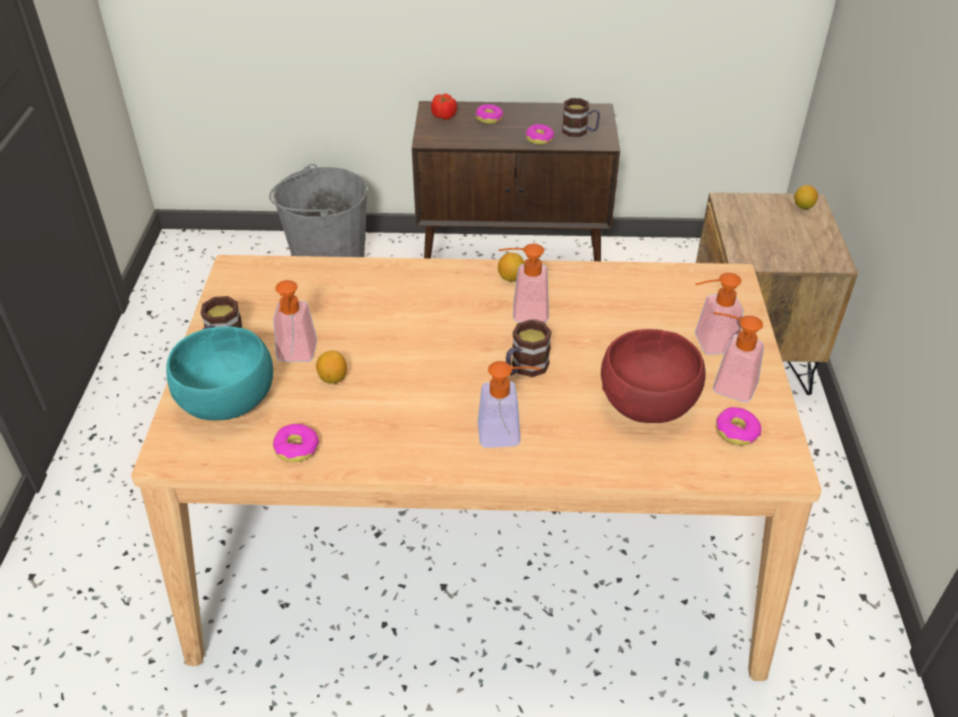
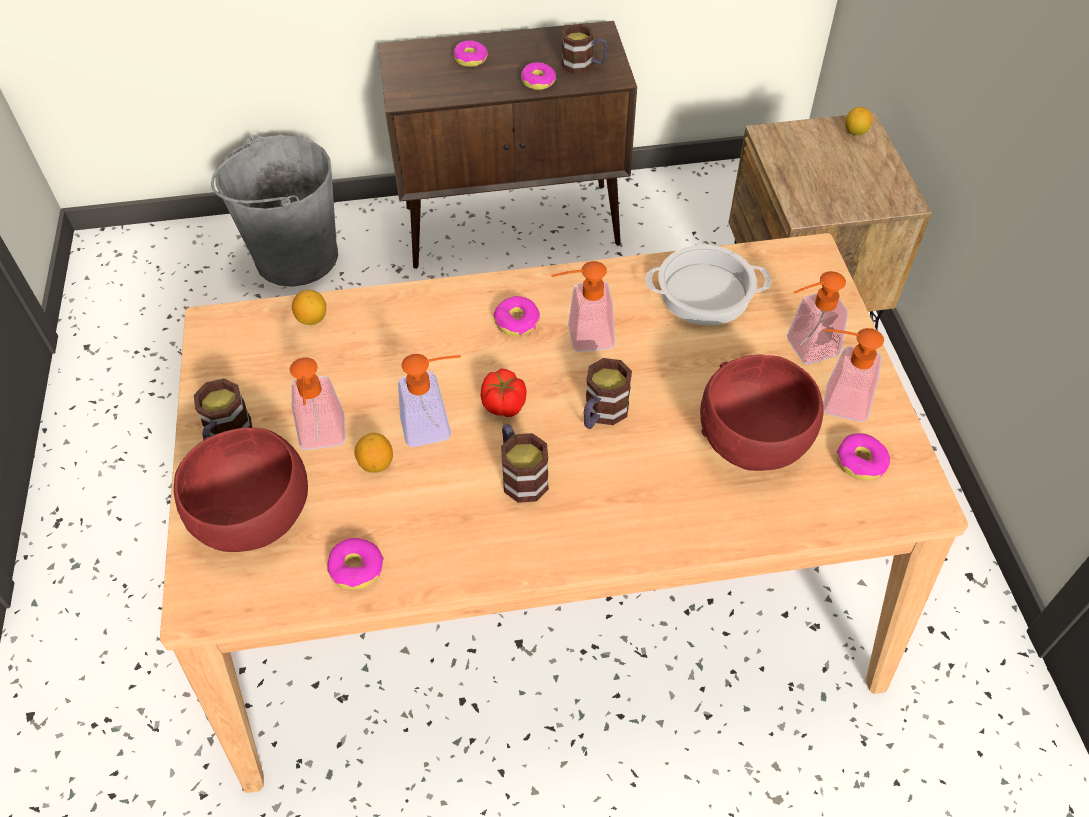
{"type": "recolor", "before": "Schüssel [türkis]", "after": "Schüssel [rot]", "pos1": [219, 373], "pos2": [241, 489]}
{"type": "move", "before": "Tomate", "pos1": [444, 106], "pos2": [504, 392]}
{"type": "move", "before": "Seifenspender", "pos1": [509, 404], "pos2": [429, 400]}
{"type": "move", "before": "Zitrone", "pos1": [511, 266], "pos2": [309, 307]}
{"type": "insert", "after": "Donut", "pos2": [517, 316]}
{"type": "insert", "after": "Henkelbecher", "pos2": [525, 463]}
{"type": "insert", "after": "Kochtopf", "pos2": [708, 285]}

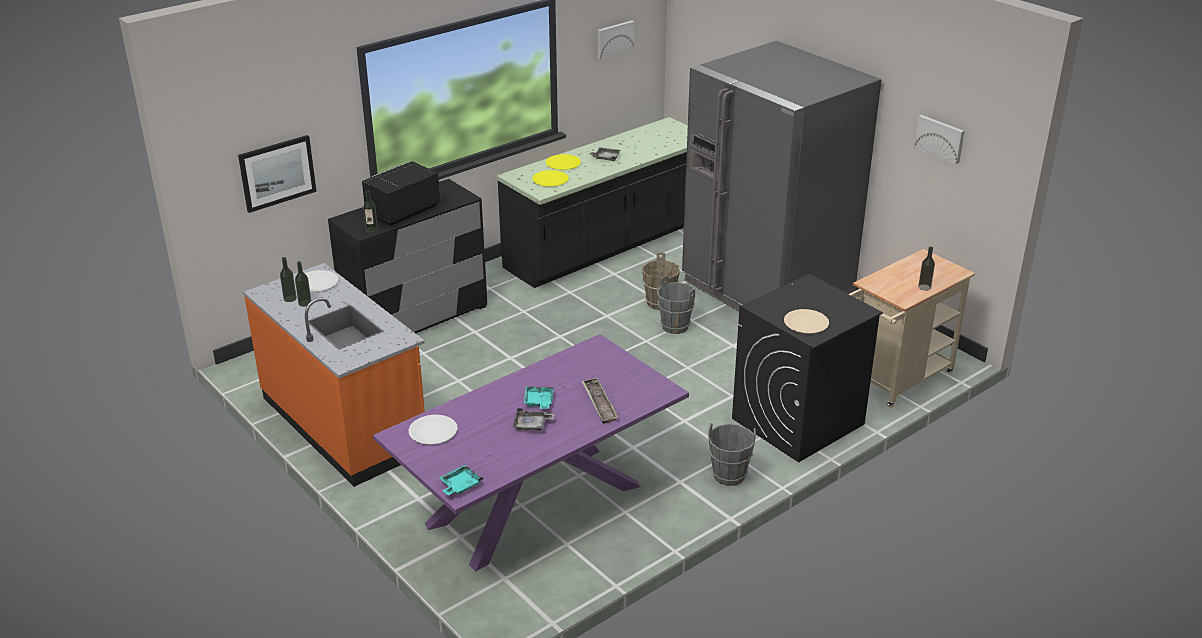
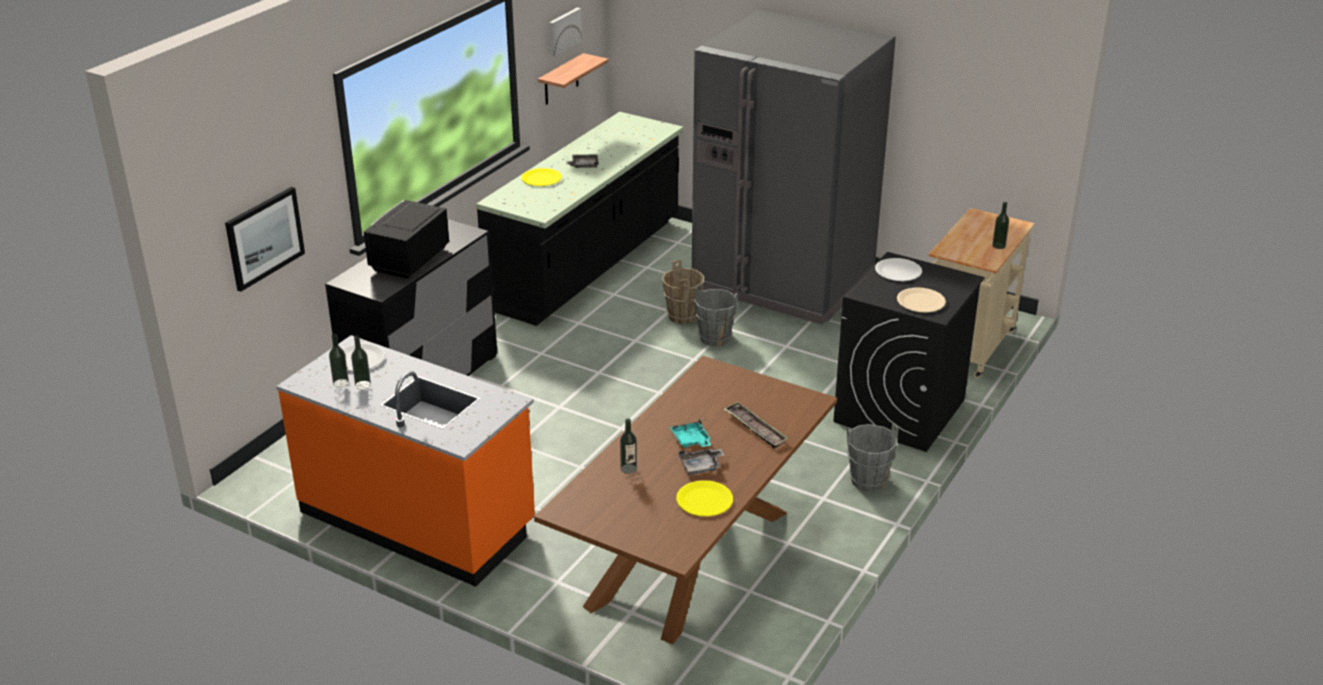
{"type": "move", "before": "Flasche", "pos1": [370, 211], "pos2": [628, 446]}
{"type": "recolor", "before": "Esstisch [lila]", "after": "Esstisch [braun]", "pos1": [531, 452], "pos2": [685, 500]}
{"type": "move", "before": "Teller [weiß]", "pos1": [433, 430], "pos2": [898, 269]}
{"type": "delete", "before": "Tablett [türkis]", "pos1": [461, 480]}
{"type": "move", "before": "Teller [gelb]", "pos1": [550, 178], "pos2": [704, 498]}
{"type": "delete", "before": "Bild", "pos1": [939, 139]}
{"type": "insert", "after": "Wandregal", "pos2": [573, 79]}

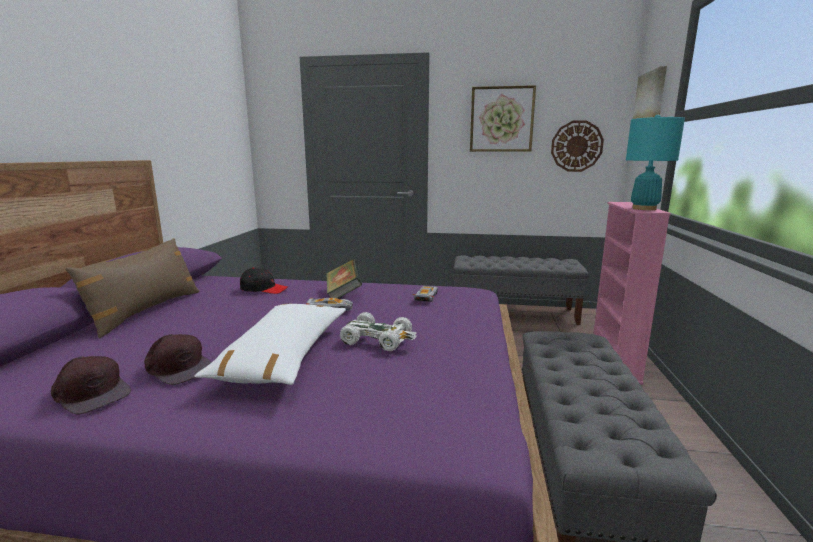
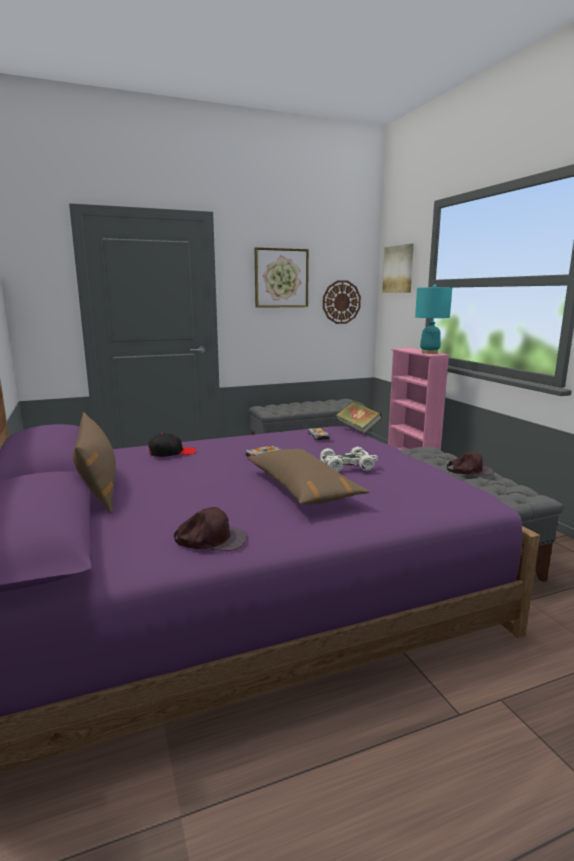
{"type": "move", "before": "Kappe [braun]", "pos1": [178, 359], "pos2": [470, 463]}
{"type": "recolor", "before": "Kissen [weiß]", "after": "Kissen [braun]", "pos1": [270, 344], "pos2": [308, 477]}
{"type": "move", "before": "Buch", "pos1": [344, 279], "pos2": [359, 417]}

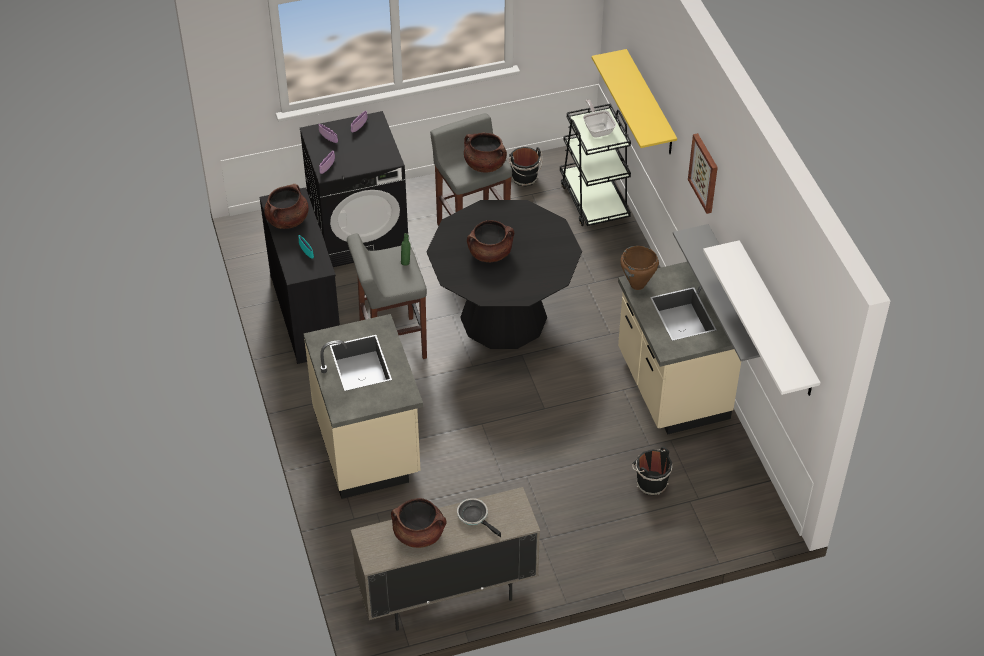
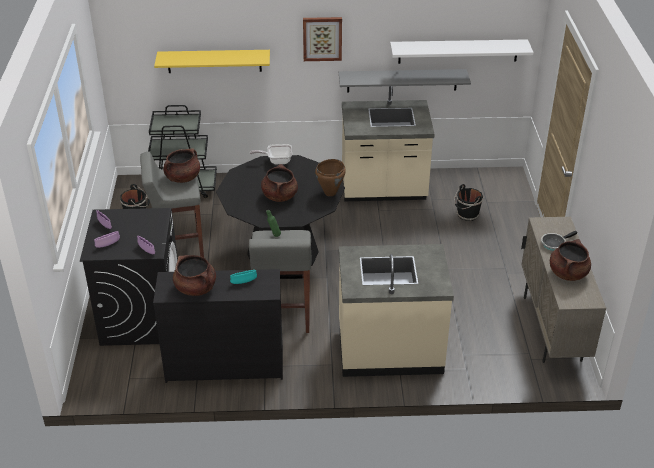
{"type": "move", "before": "Pfanne", "pos1": [599, 118], "pos2": [271, 154]}
{"type": "move", "before": "Kochtopf [braun]", "pos1": [639, 268], "pos2": [330, 177]}

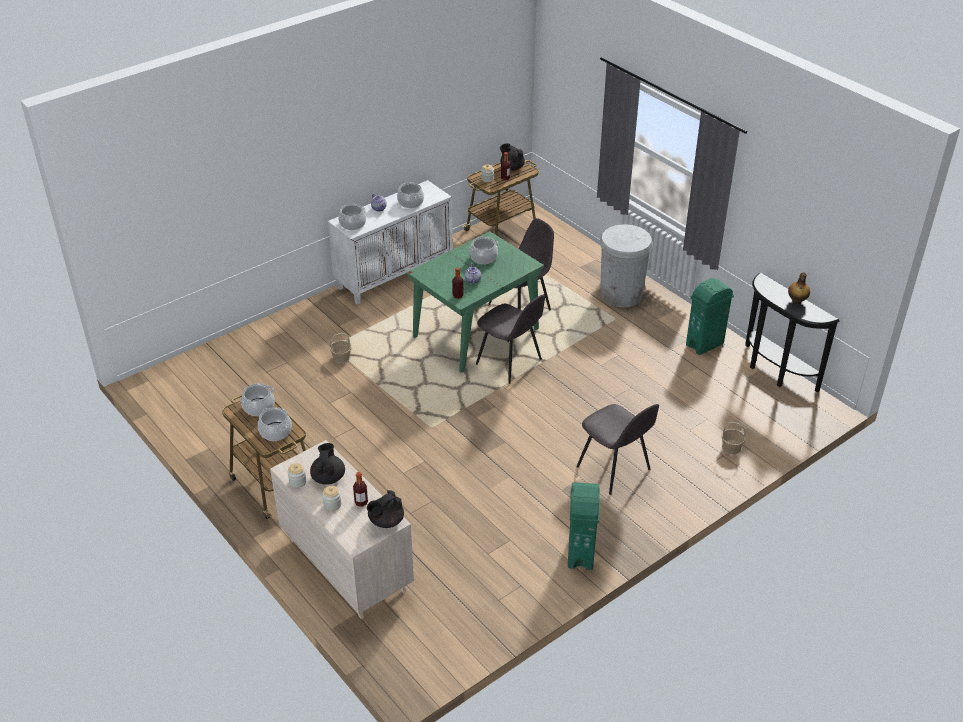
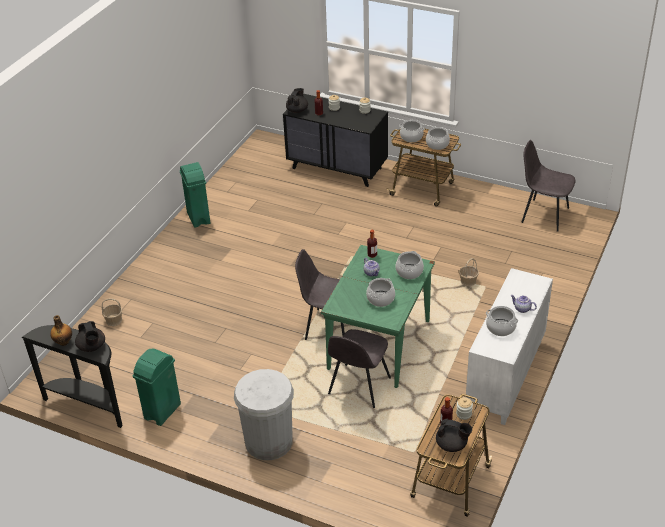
{"type": "recolor", "before": "Kommode [beige]", "after": "Kommode [schwarz]", "pos1": [342, 529], "pos2": [335, 140]}
{"type": "move", "before": "Teekanne [schwarz]", "pos1": [327, 464], "pos2": [90, 336]}
{"type": "move", "before": "Kochtopf", "pos1": [352, 217], "pos2": [410, 265]}
{"type": "move", "before": "Stuhl [grau]", "pos1": [617, 449], "pos2": [548, 186]}

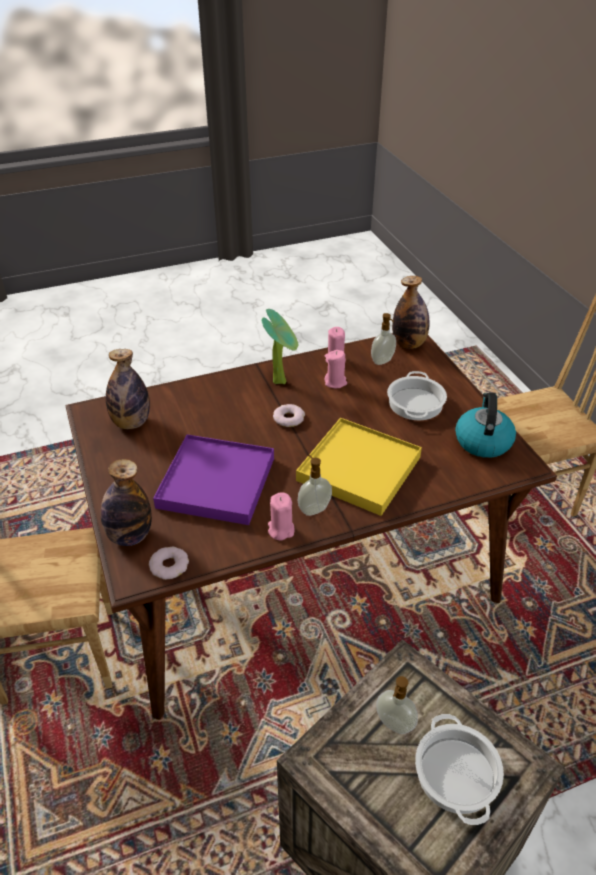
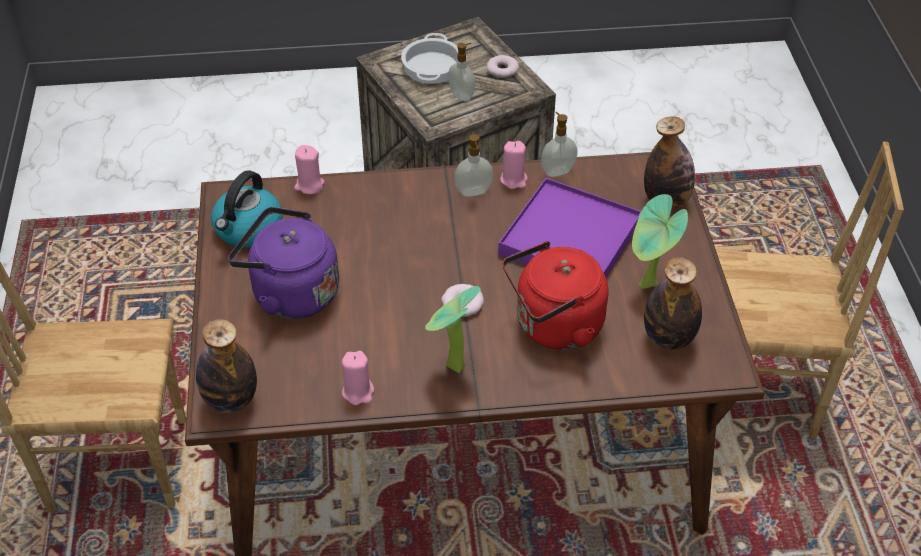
{"type": "move", "before": "Donut", "pos1": [169, 563], "pos2": [502, 66]}
{"type": "delete", "before": "Tablett [gelb]", "pos1": [359, 467]}
{"type": "move", "before": "Kerze [rosa]", "pos1": [336, 369], "pos2": [309, 169]}
{"type": "move", "before": "Seifenspender", "pos1": [383, 339], "pos2": [559, 144]}
{"type": "replace", "before": "Kochtopf", "after": "Wasserkessel [lila]", "pos1": [417, 395], "pos2": [283, 263]}
{"type": "insert", "after": "Wasserkessel [rot]", "pos2": [556, 295]}
{"type": "insert", "after": "Topfpflanze", "pos2": [660, 241]}

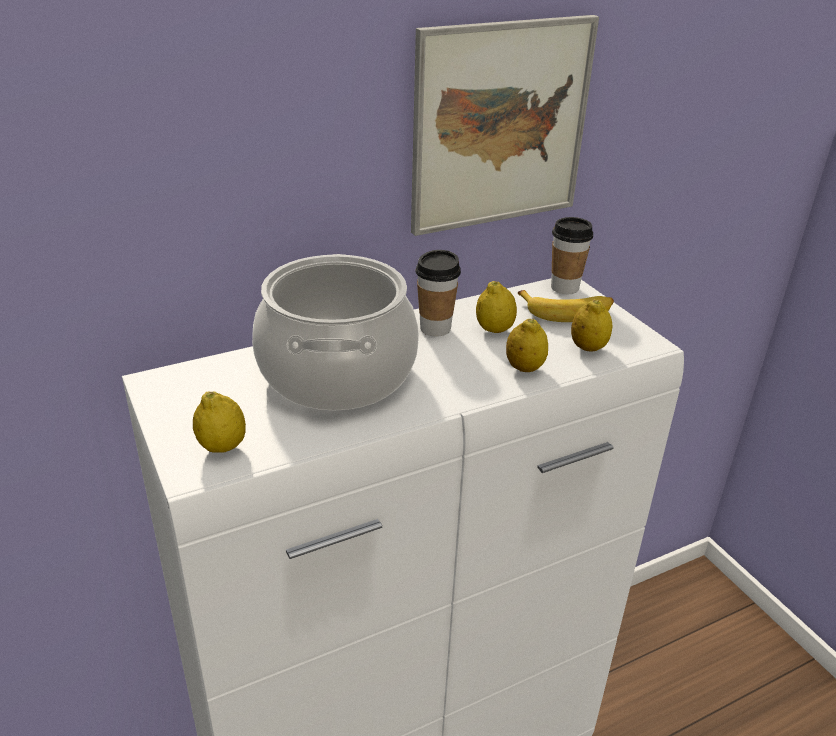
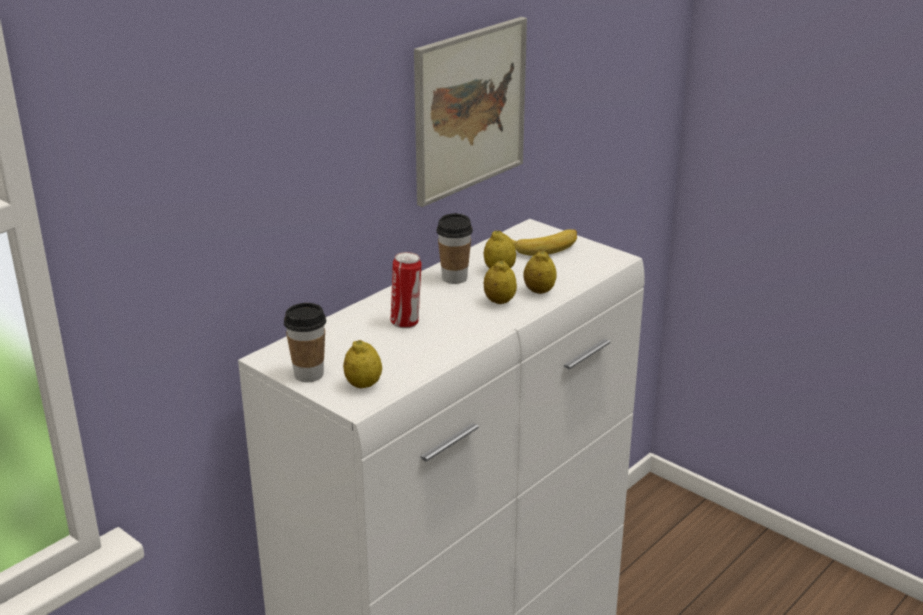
{"type": "replace", "before": "Kochtopf", "after": "Dose", "pos1": [335, 332], "pos2": [406, 290]}
{"type": "move", "before": "Tasse", "pos1": [572, 255], "pos2": [305, 342]}
{"type": "move", "before": "Zitrone", "pos1": [592, 326], "pos2": [500, 282]}

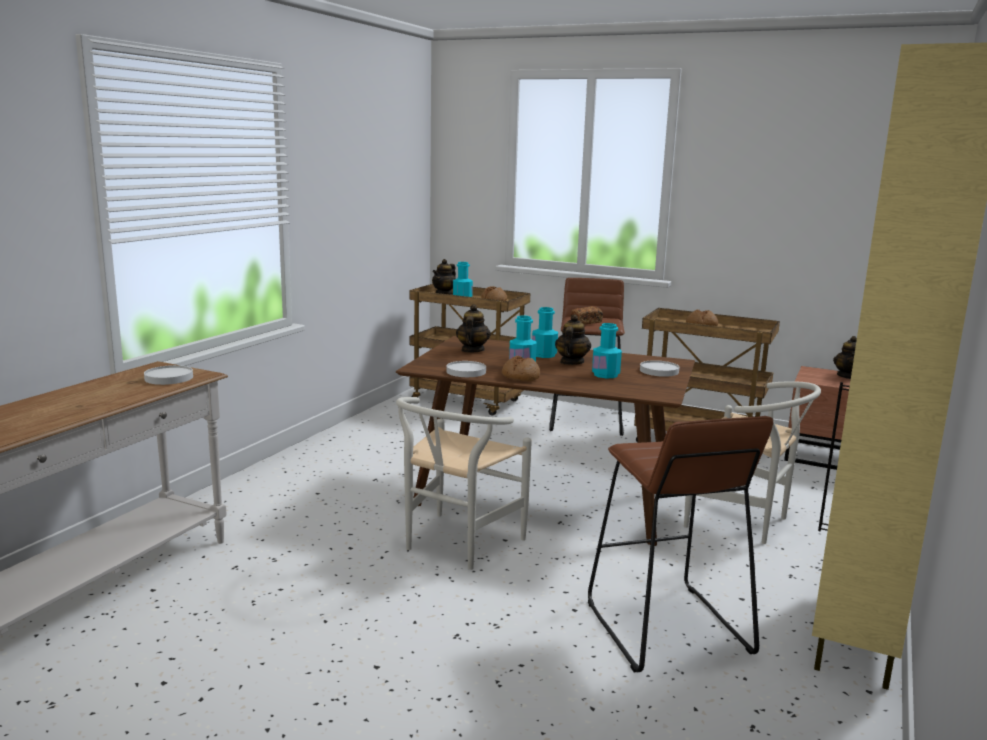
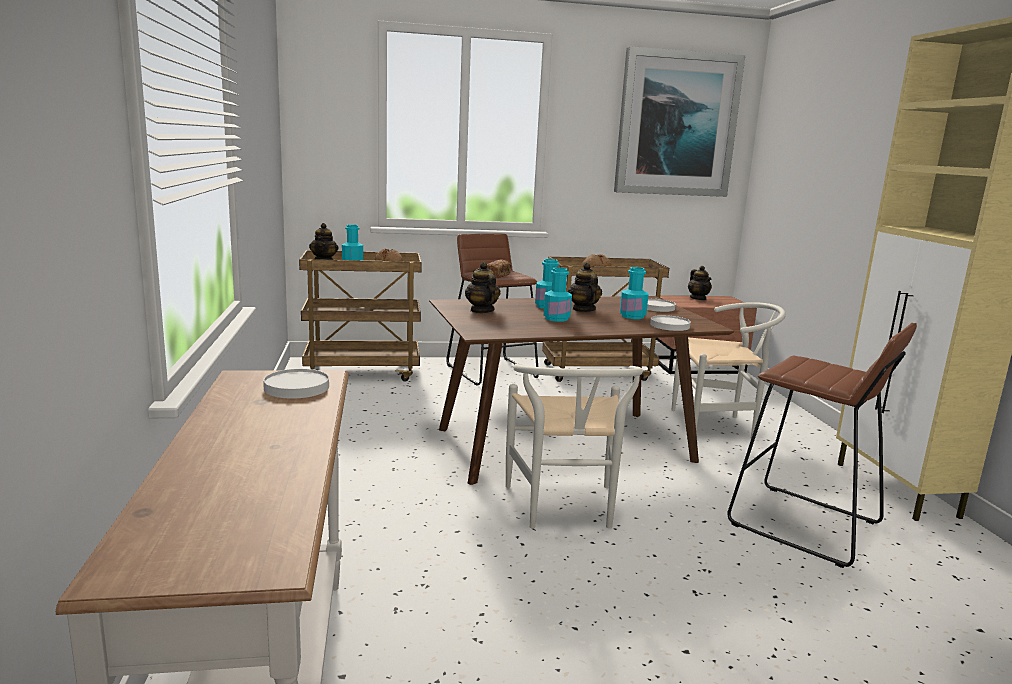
{"type": "move", "before": "Teller [weiß]", "pos1": [466, 369], "pos2": [670, 323]}
{"type": "delete", "before": "Brot", "pos1": [521, 368]}
{"type": "insert", "after": "Bild", "pos2": [679, 121]}

